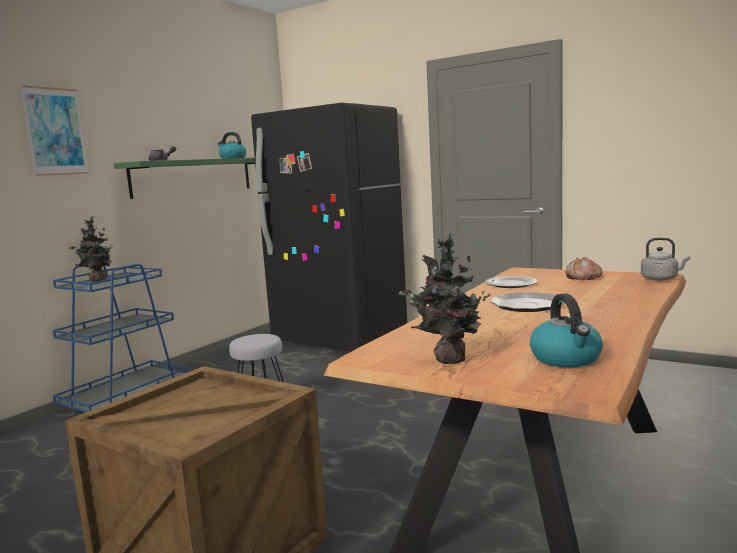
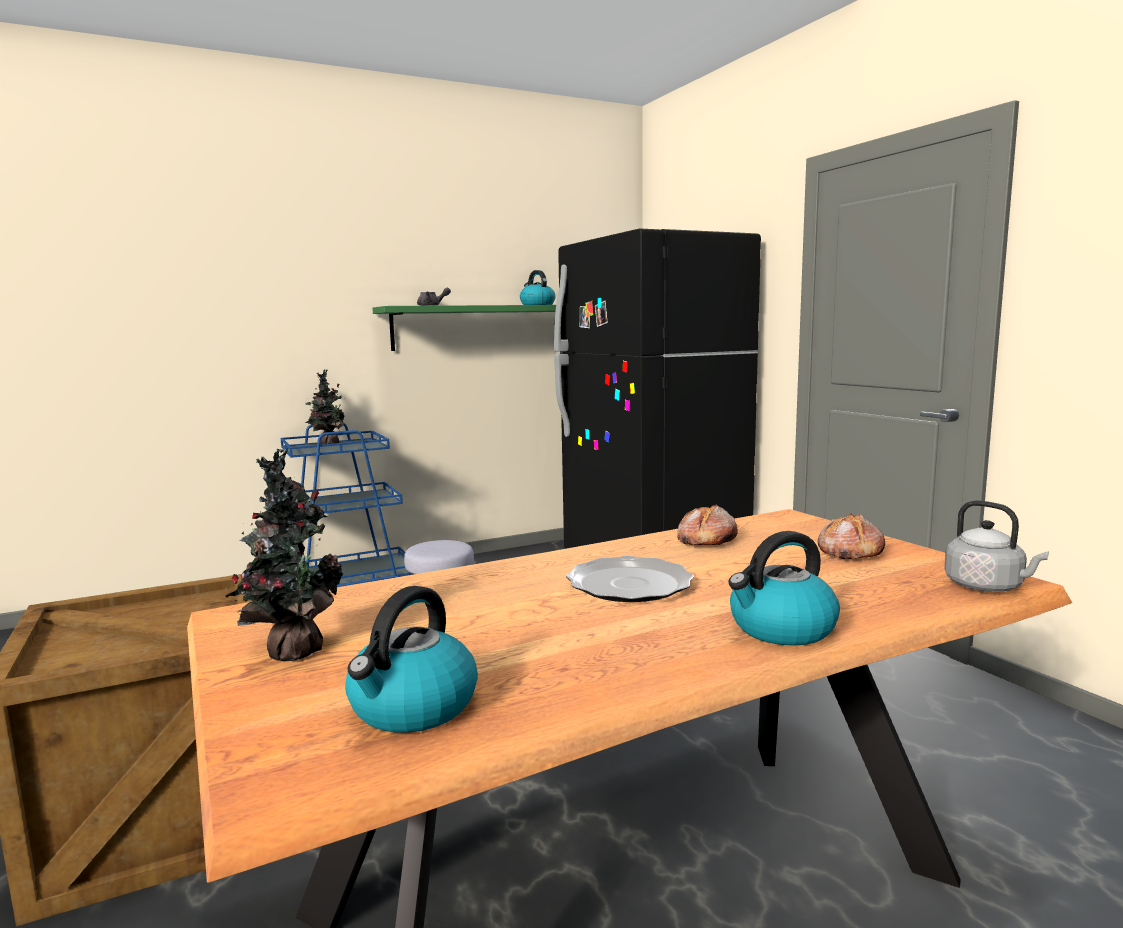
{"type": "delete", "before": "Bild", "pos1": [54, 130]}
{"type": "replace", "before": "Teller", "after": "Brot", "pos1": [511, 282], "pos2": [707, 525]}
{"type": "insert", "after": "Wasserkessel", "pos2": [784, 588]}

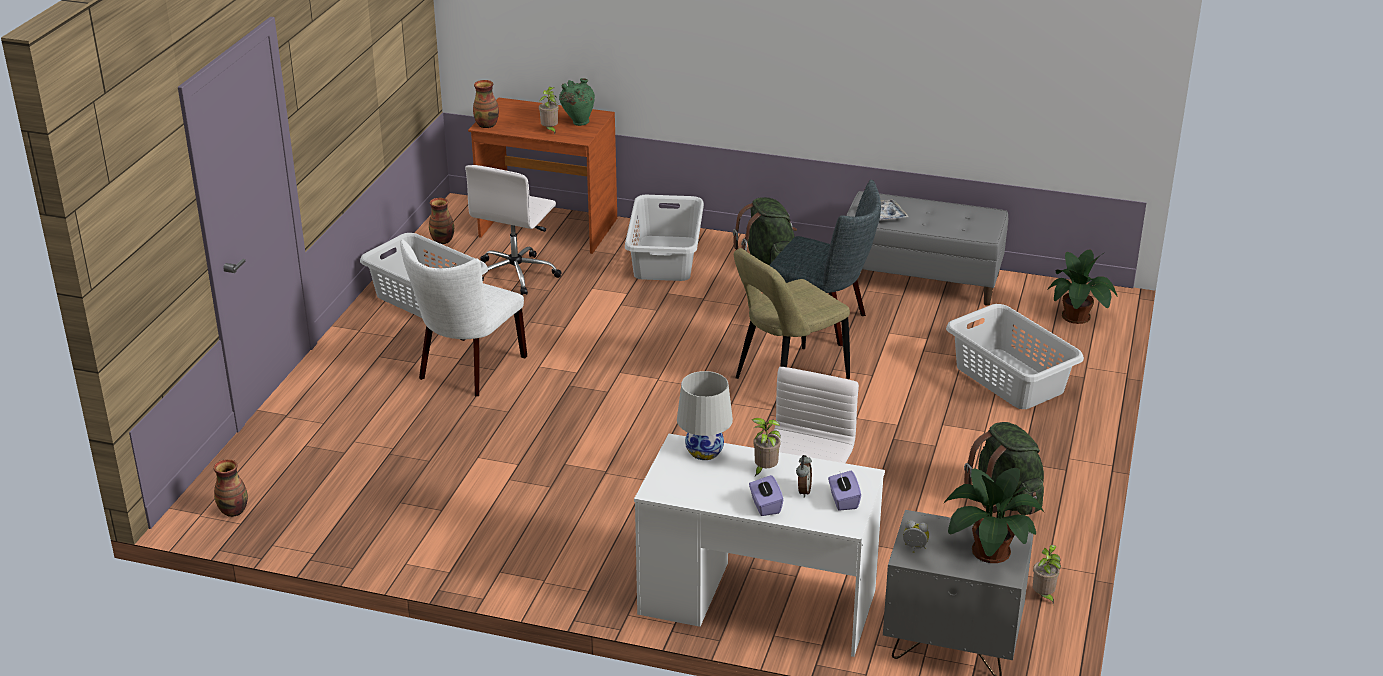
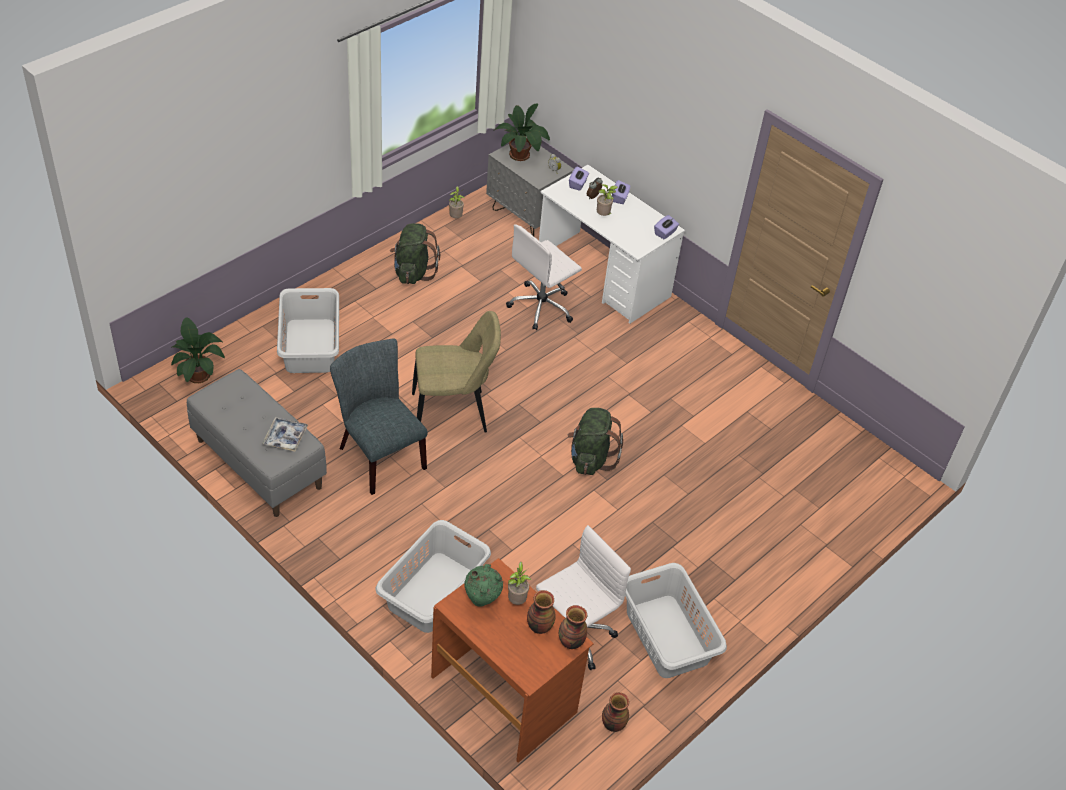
{"type": "move", "before": "Vase", "pos1": [230, 488], "pos2": [541, 612]}
{"type": "delete", "before": "Stuhl [weiß]", "pos1": [463, 317]}
{"type": "delete", "before": "Tischlampe [weiß]", "pos1": [705, 415]}
{"type": "move", "before": "Rucksack [grün]", "pos1": [765, 231], "pos2": [595, 441]}
{"type": "insert", "after": "Taschentuchbox [lila]", "pos2": [666, 227]}

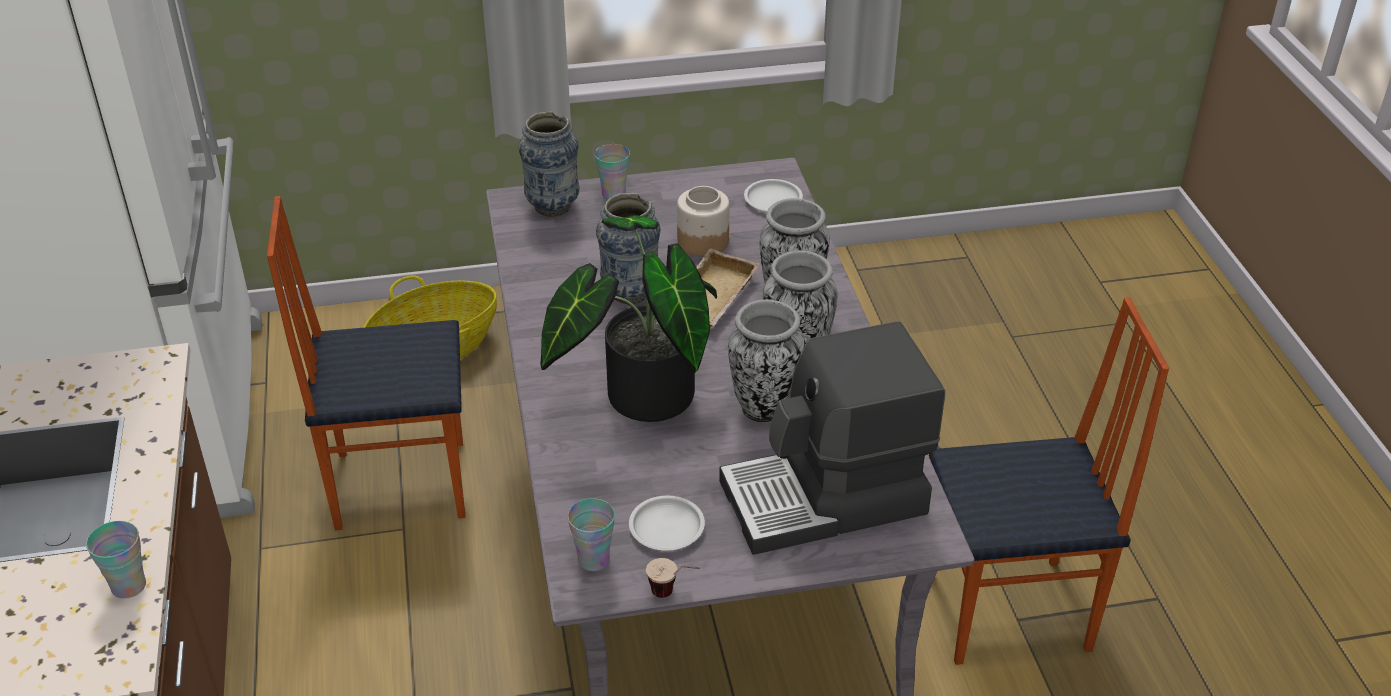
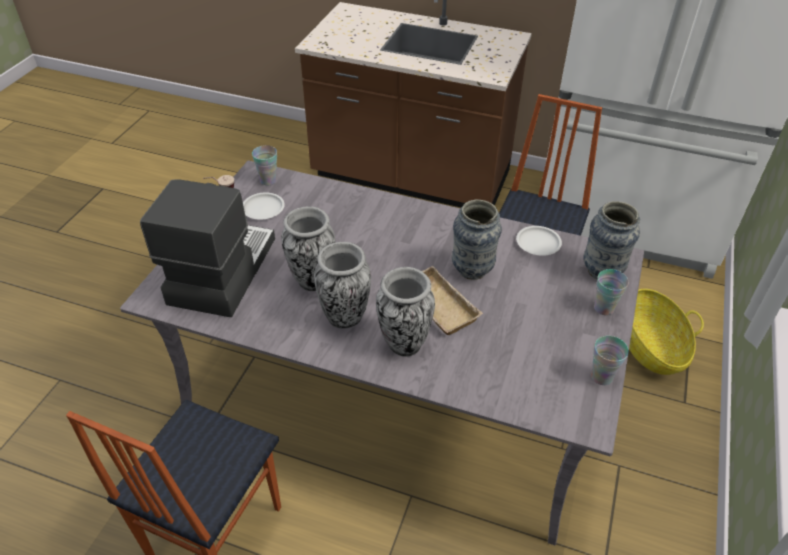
{"type": "move", "before": "Tasse", "pos1": [116, 560], "pos2": [610, 360]}
{"type": "delete", "before": "Topfpflanze", "pos1": [628, 318]}
{"type": "delete", "before": "Vorratsglas", "pos1": [703, 221]}
{"type": "move", "before": "Teller [weiß]", "pos1": [773, 195], "pos2": [539, 241]}

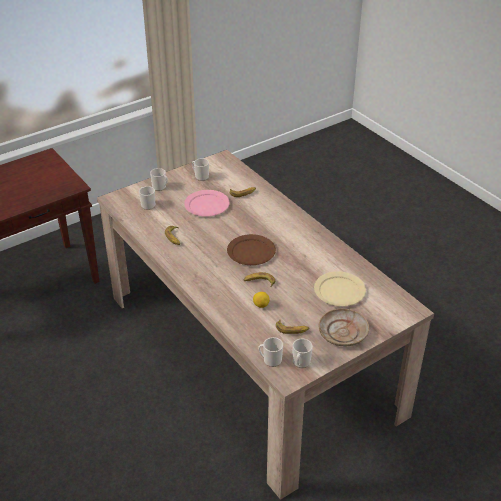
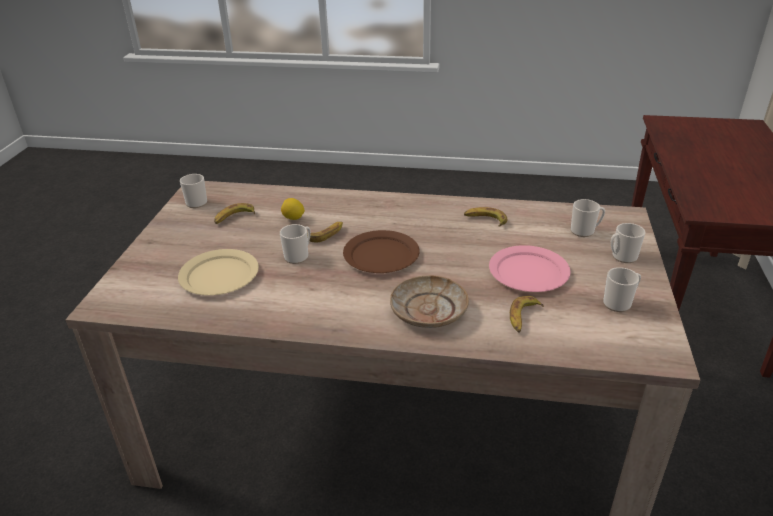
{"type": "move", "before": "Henkelbecher", "pos1": [271, 352], "pos2": [295, 244]}
{"type": "move", "before": "Teller [beige]", "pos1": [344, 327], "pos2": [429, 301]}

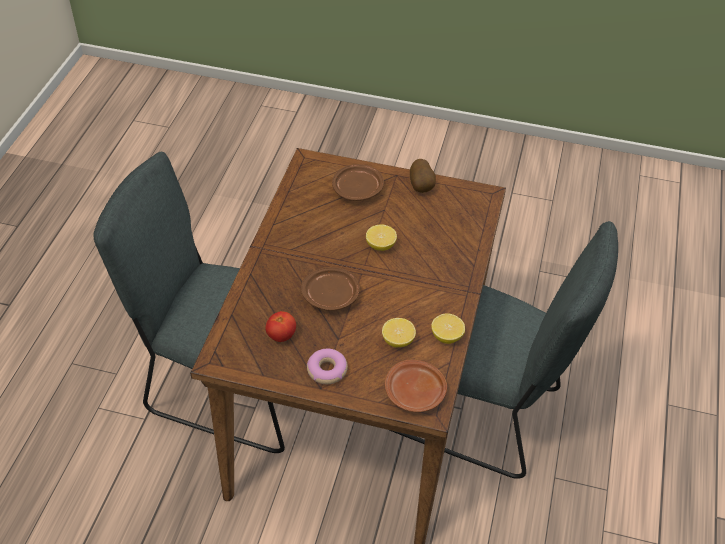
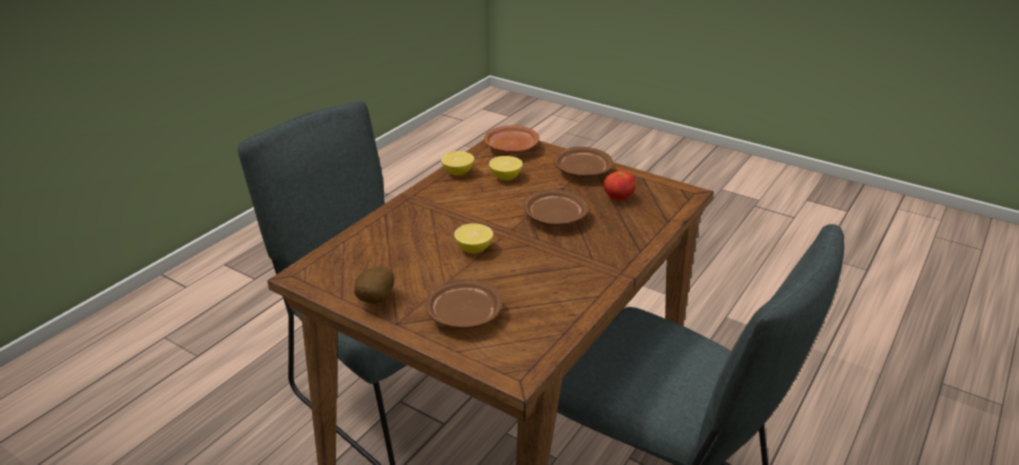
{"type": "replace", "before": "Donut", "after": "Teller [braun]", "pos1": [327, 366], "pos2": [583, 162]}

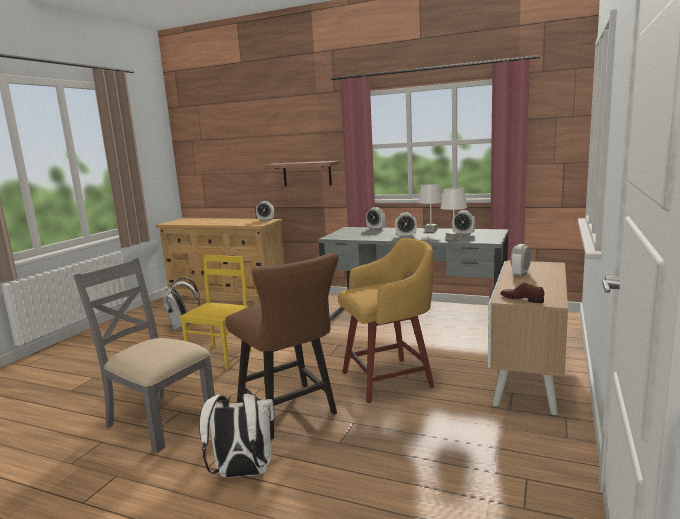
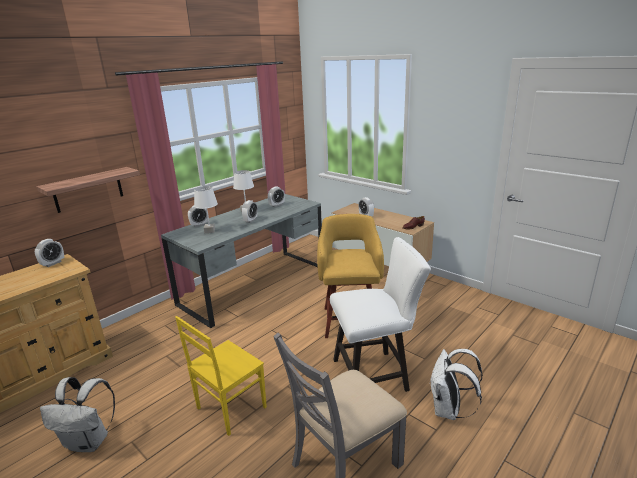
{"type": "rotate", "before": "Stuhl [gelb]", "pos1": [216, 312], "pos2": [221, 376], "turn": -90}
{"type": "recolor", "before": "Stuhl [braun]", "after": "Stuhl [weiß]", "pos1": [282, 346], "pos2": [380, 314]}
{"type": "move", "before": "Tischlampe [weiß]", "pos1": [453, 214], "pos2": [206, 209]}

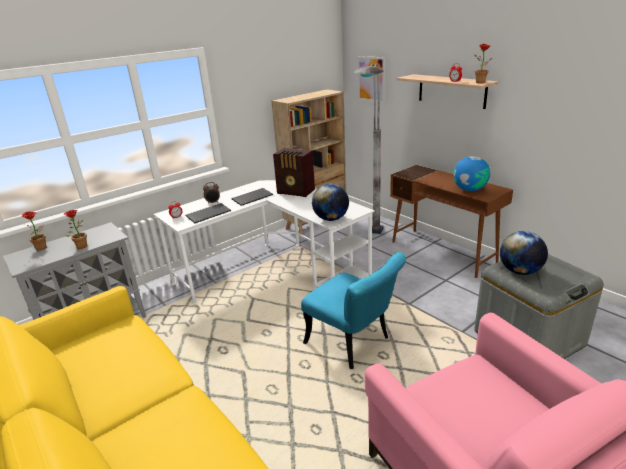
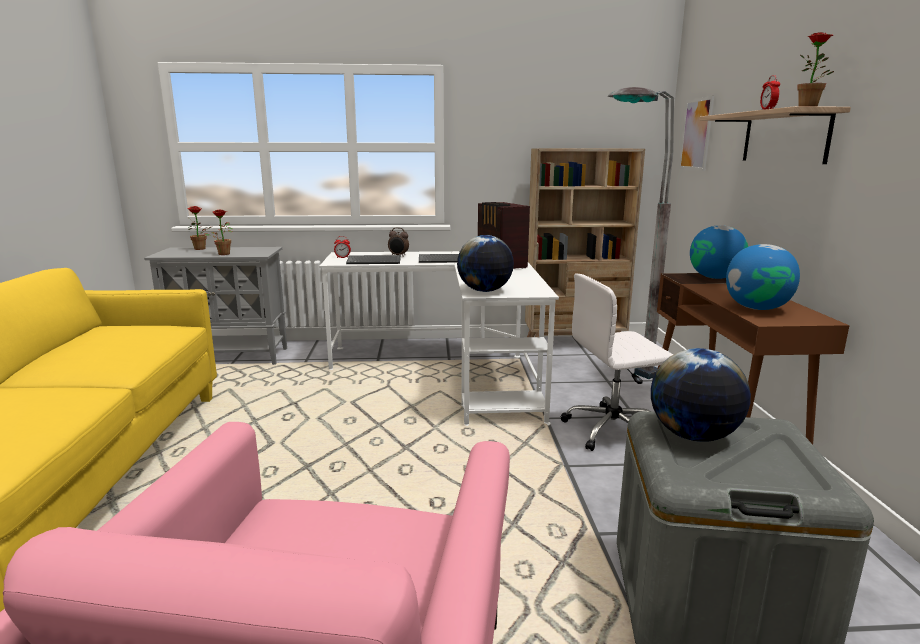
{"type": "delete", "before": "Stuhl [türkis]", "pos1": [353, 310]}
{"type": "insert", "after": "Bürostuhl [weiß]", "pos2": [617, 362]}
{"type": "insert", "after": "Globus", "pos2": [719, 252]}

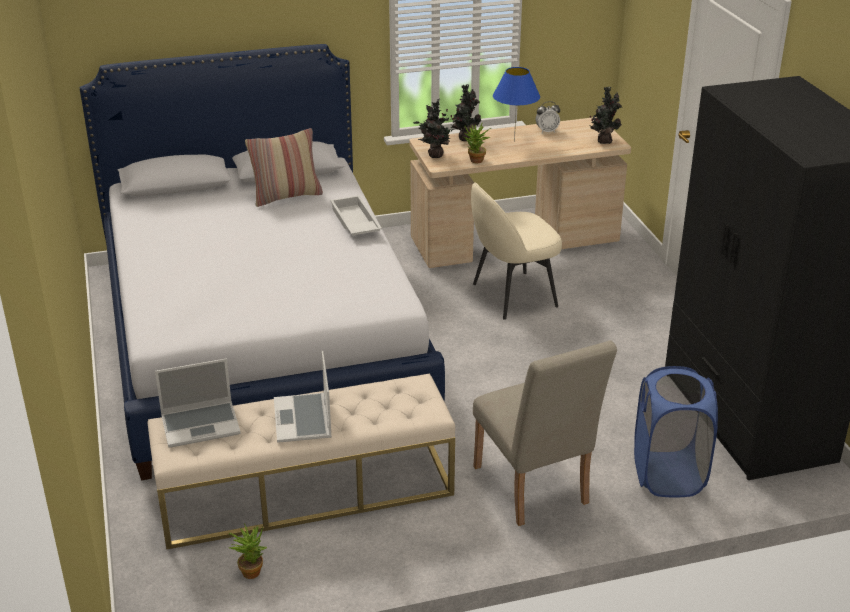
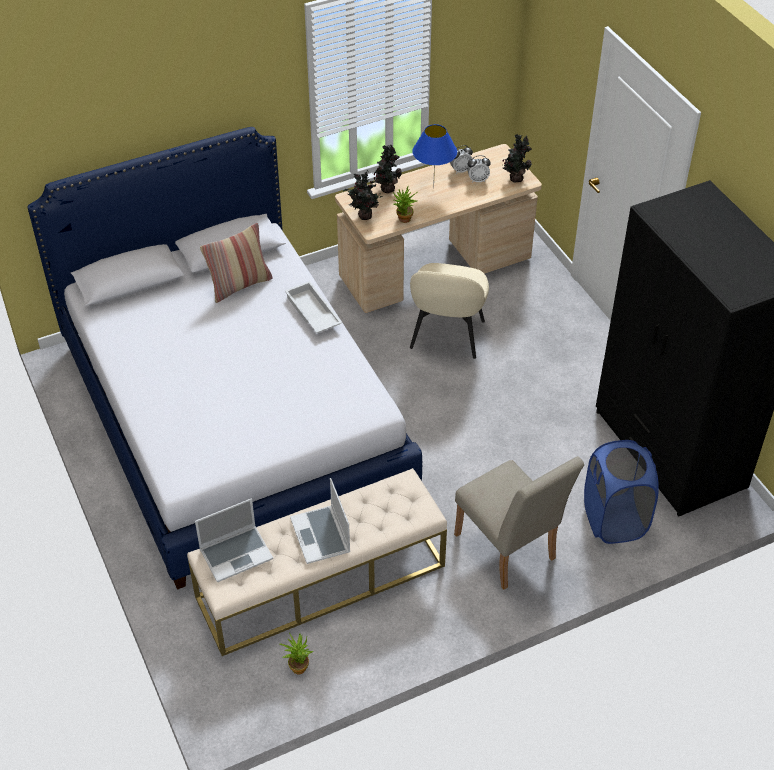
{"type": "rotate", "before": "Stuhl [beige]", "pos1": [516, 251], "pos2": [449, 311], "turn": -45}
{"type": "insert", "after": "Wecker", "pos2": [479, 169]}

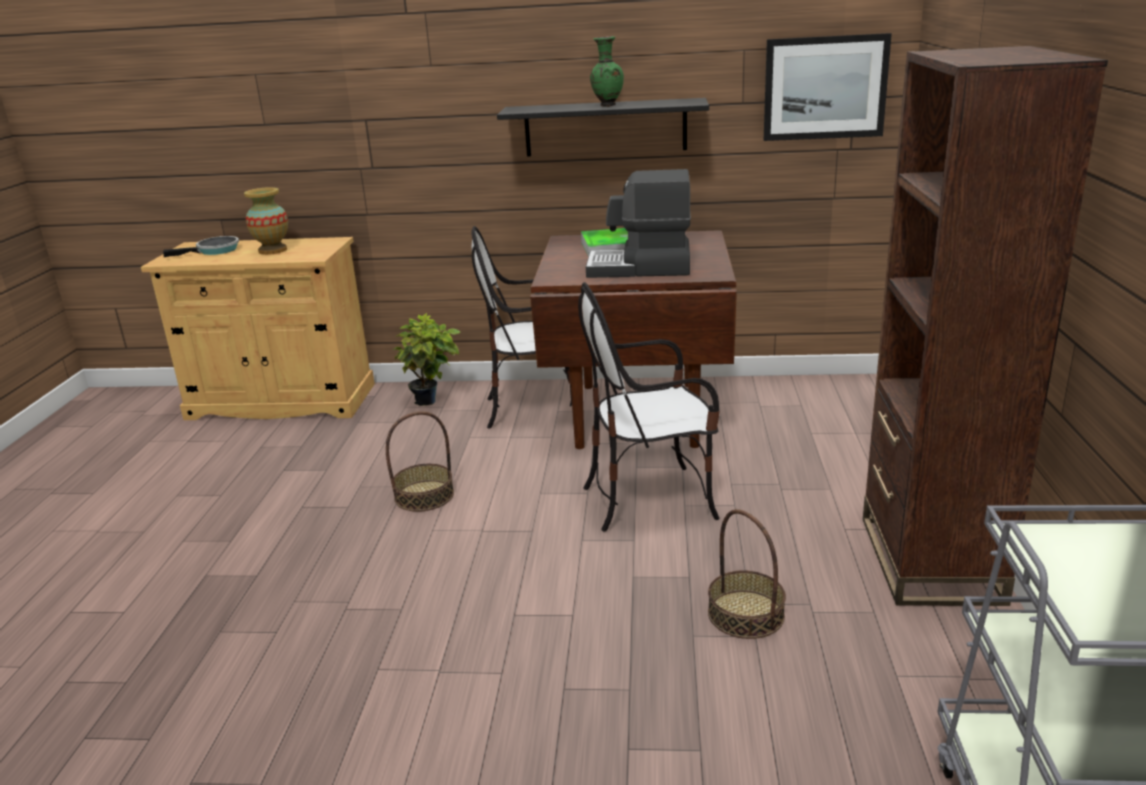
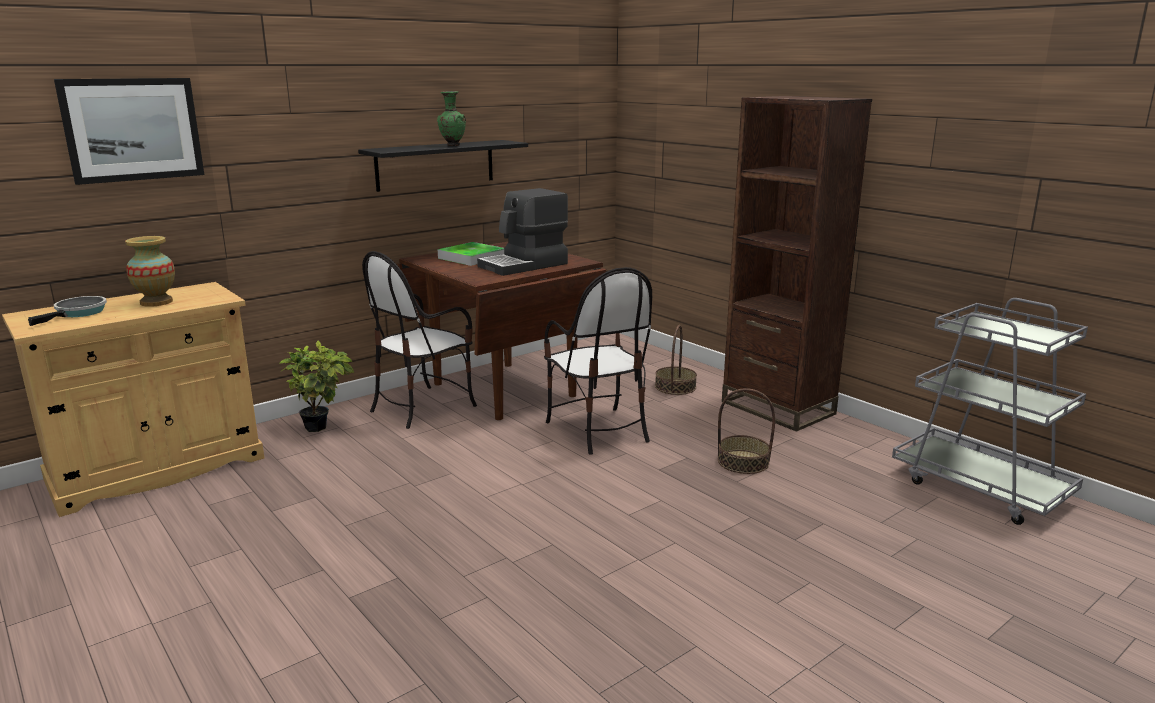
{"type": "move", "before": "Korb", "pos1": [420, 461], "pos2": [676, 360]}
{"type": "rotate", "before": "Stuhl", "pos1": [649, 407], "pos2": [598, 361], "turn": -60}
{"type": "move", "before": "Bild", "pos1": [828, 87], "pos2": [129, 131]}

